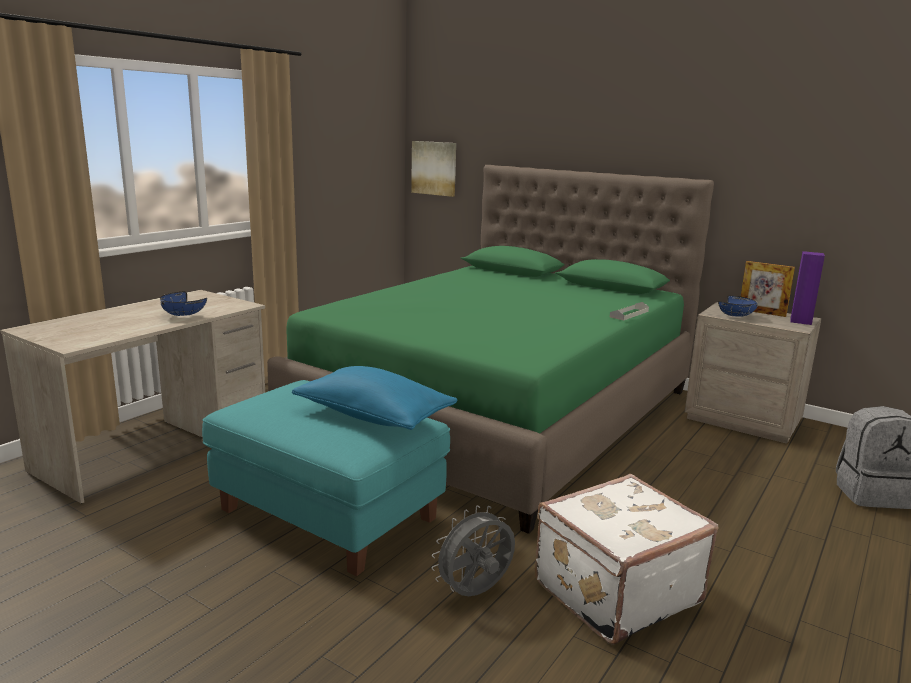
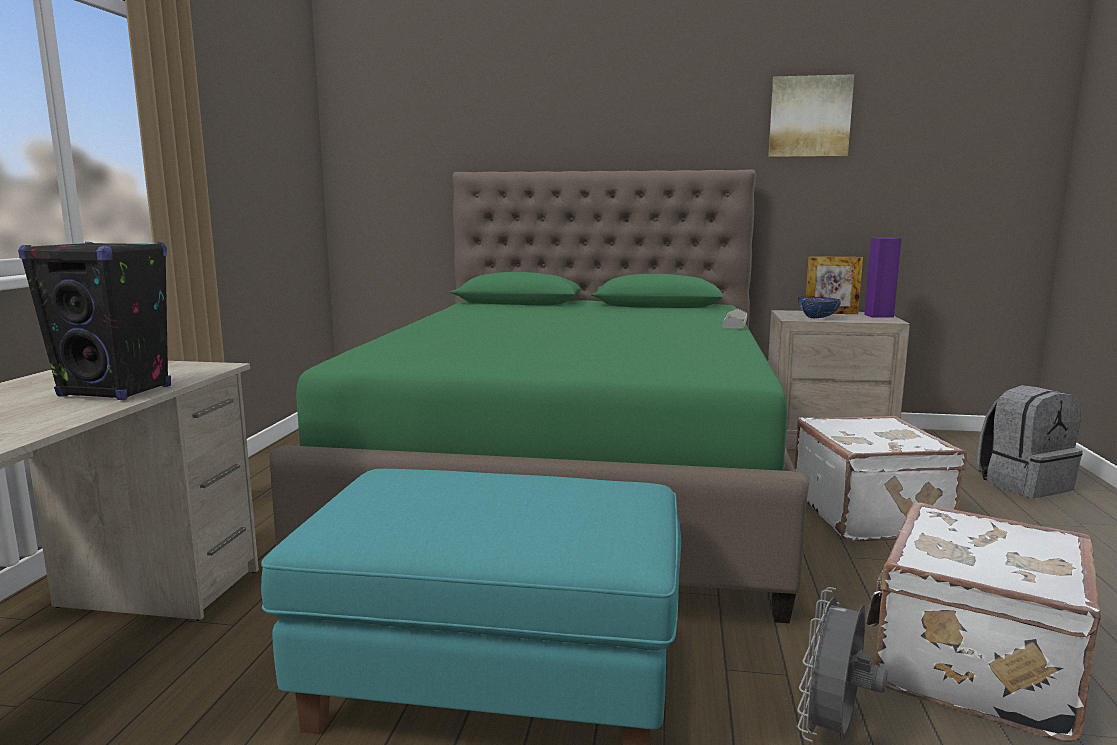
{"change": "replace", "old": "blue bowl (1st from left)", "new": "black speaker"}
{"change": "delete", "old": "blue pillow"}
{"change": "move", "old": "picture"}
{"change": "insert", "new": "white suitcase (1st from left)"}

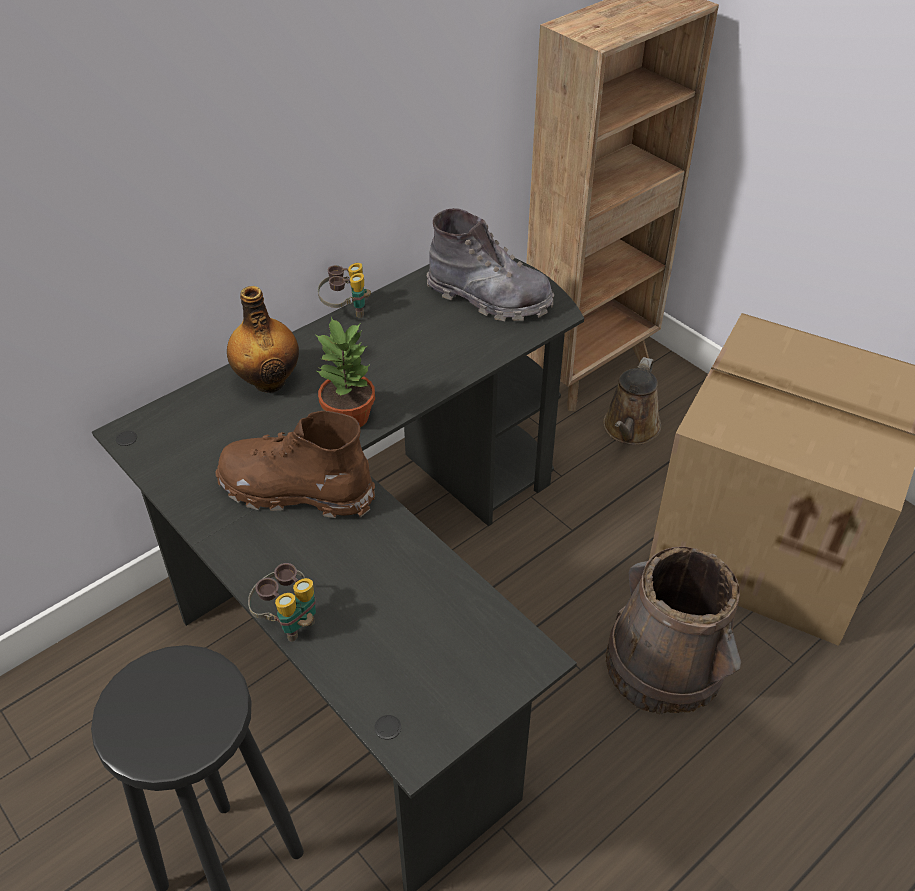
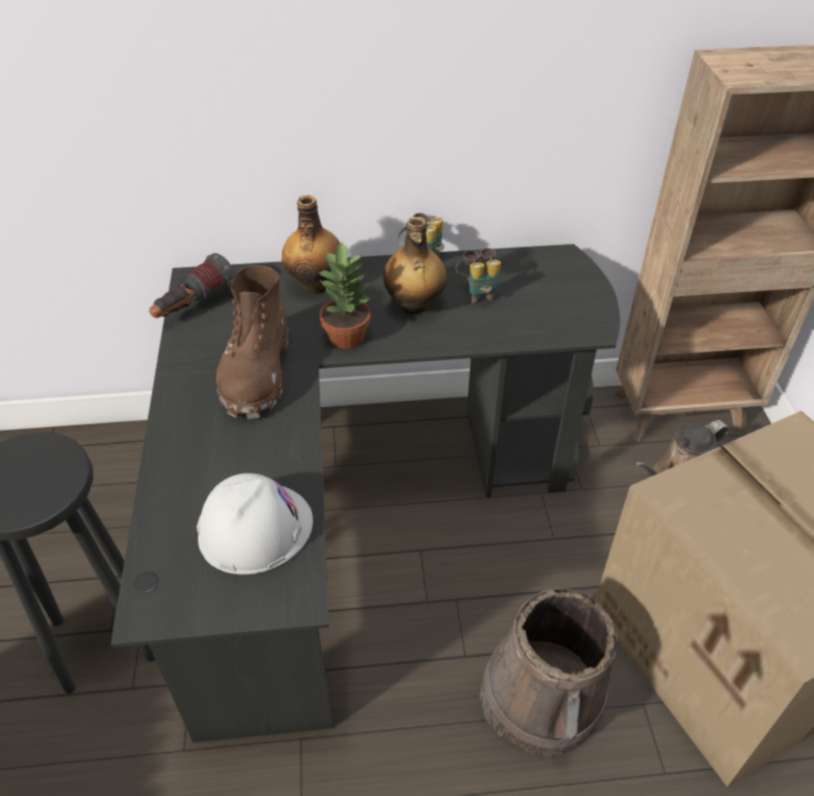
{"change": "rotate", "old": "brown boot", "degrees": -135}
{"change": "move", "old": "binoculars (1st from left in the first image)", "new": "binoculars (2nd from left)"}
{"change": "delete", "old": "grey boot"}
{"change": "insert", "new": "flashlight"}
{"change": "insert", "new": "white hard hat"}
{"change": "insert", "new": "bottle (2nd from left)"}

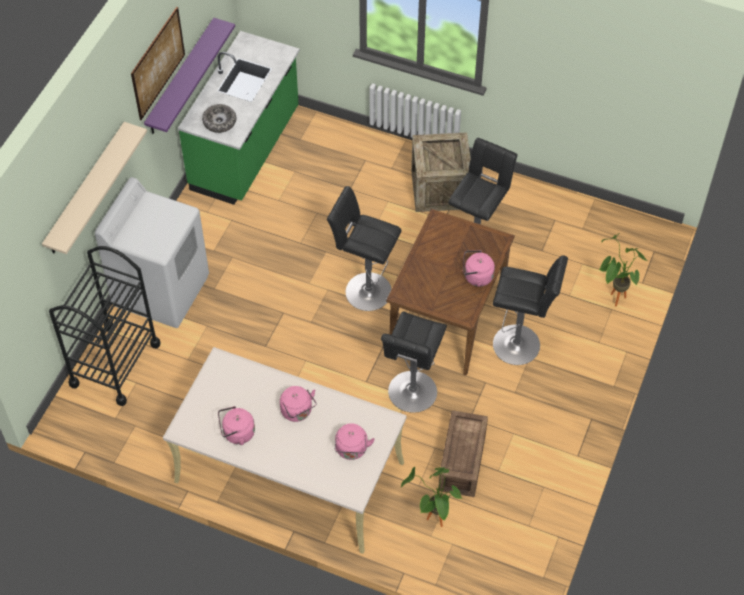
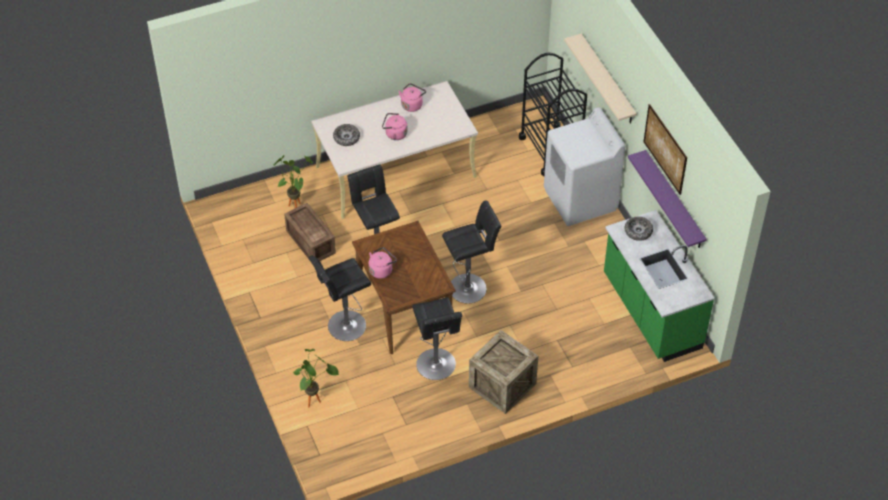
{"change": "replace", "old": "pink kettle (3rd from left)", "new": "bowl (1st from left)"}

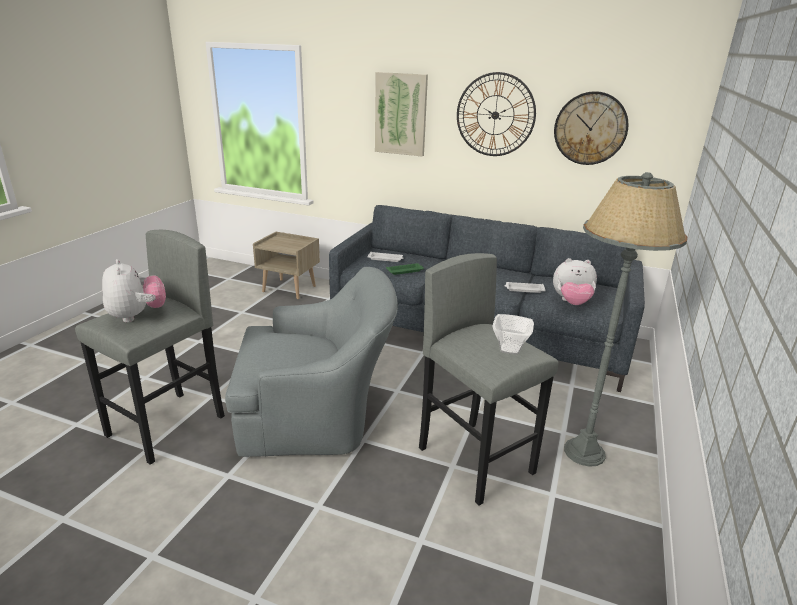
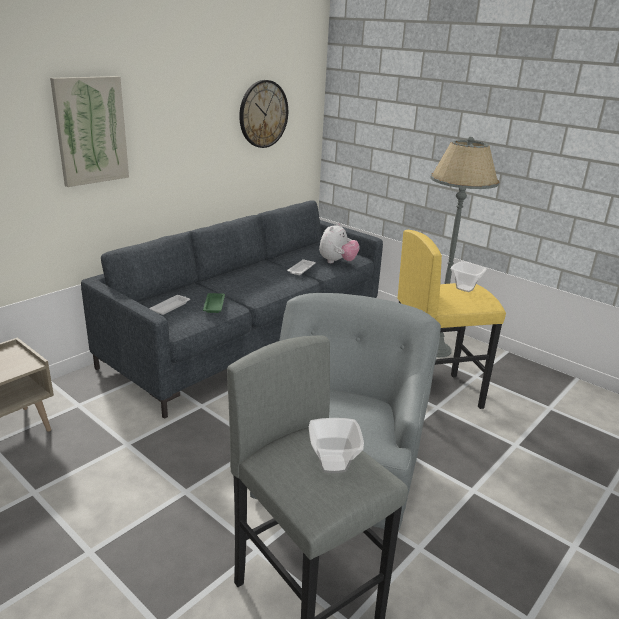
{"change": "replace", "old": "plush toy (1st from left)", "new": "bowl (1st from left)"}
{"change": "recolor", "old": "grey stool (2nd from left)", "new": "yellow stool"}
{"change": "delete", "old": "wall clock (1st from left)"}

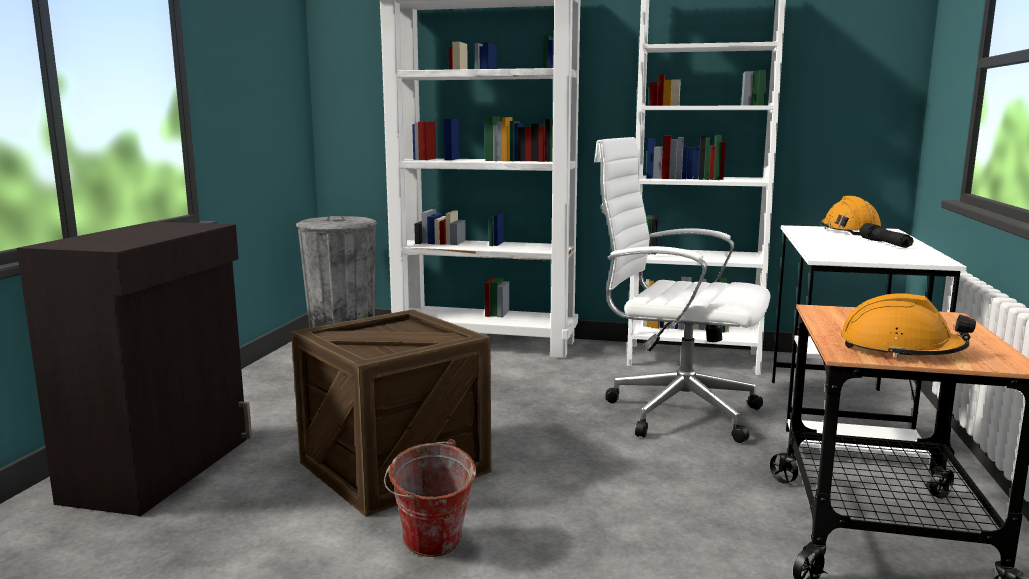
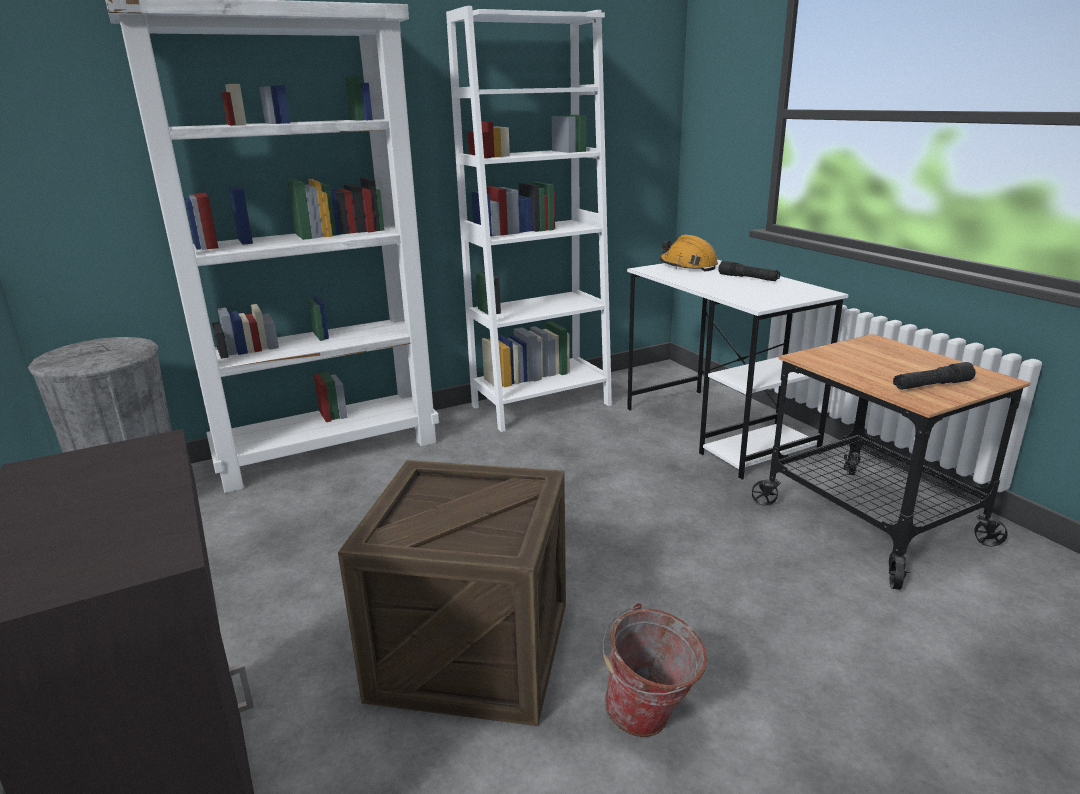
{"change": "delete", "old": "white office chair"}
{"change": "replace", "old": "orange hard hat (2nd from left)", "new": "black flashlight (2nd from left)"}

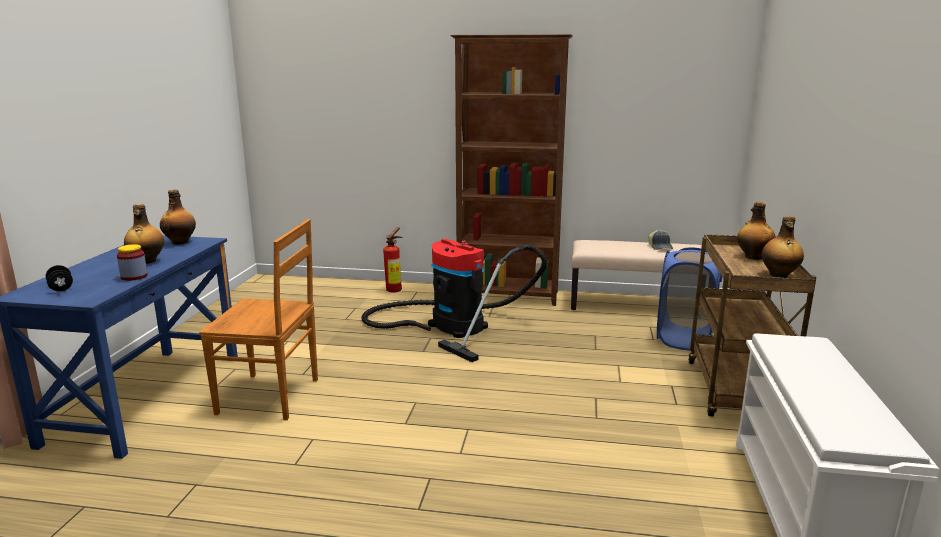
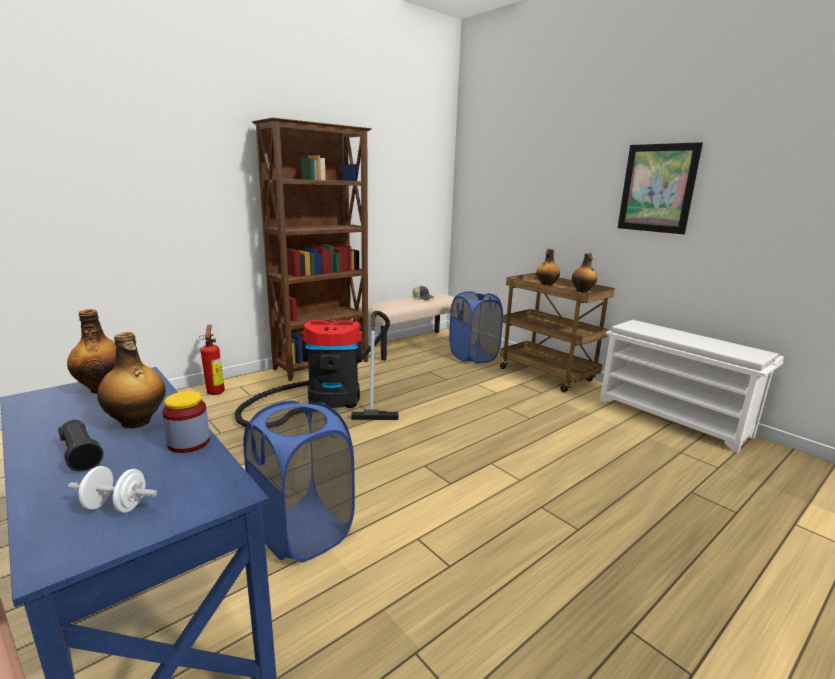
{"change": "recolor", "old": "black dumbbell", "new": "white dumbbell"}
{"change": "replace", "old": "brown chair", "new": "blue laundry basket (1st from left)"}
{"change": "insert", "new": "black flashlight"}
{"change": "insert", "new": "picture"}

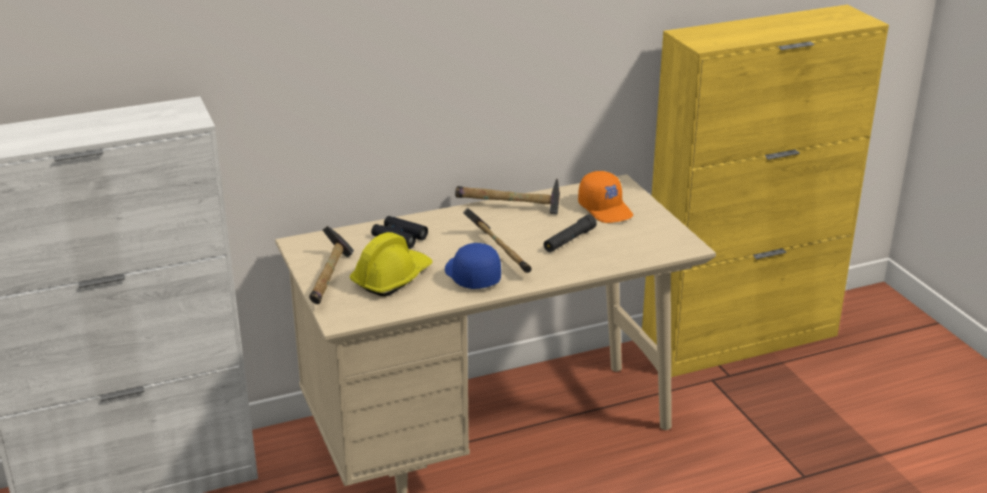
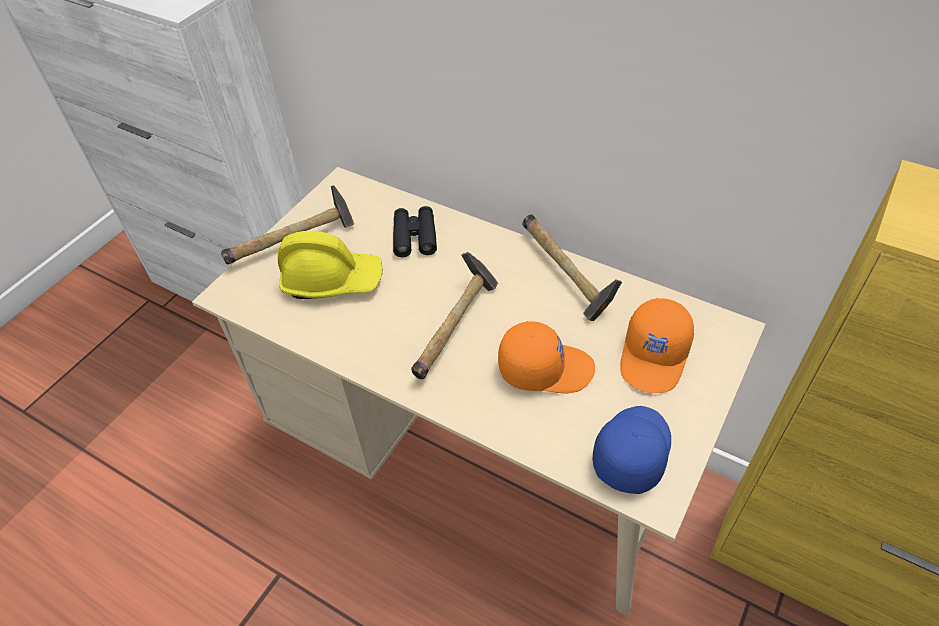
{"change": "move", "old": "blue cap"}
{"change": "replace", "old": "black flashlight", "new": "orange cap (1st from left)"}

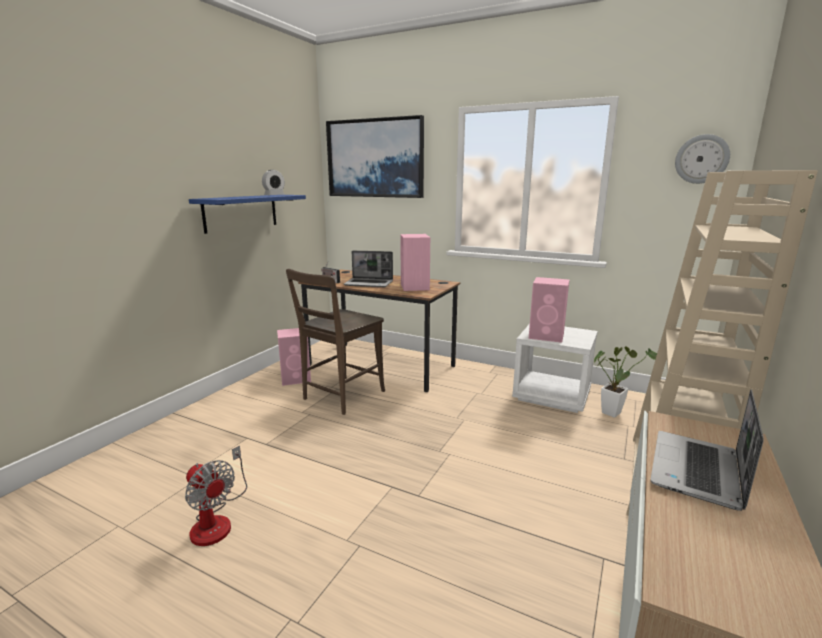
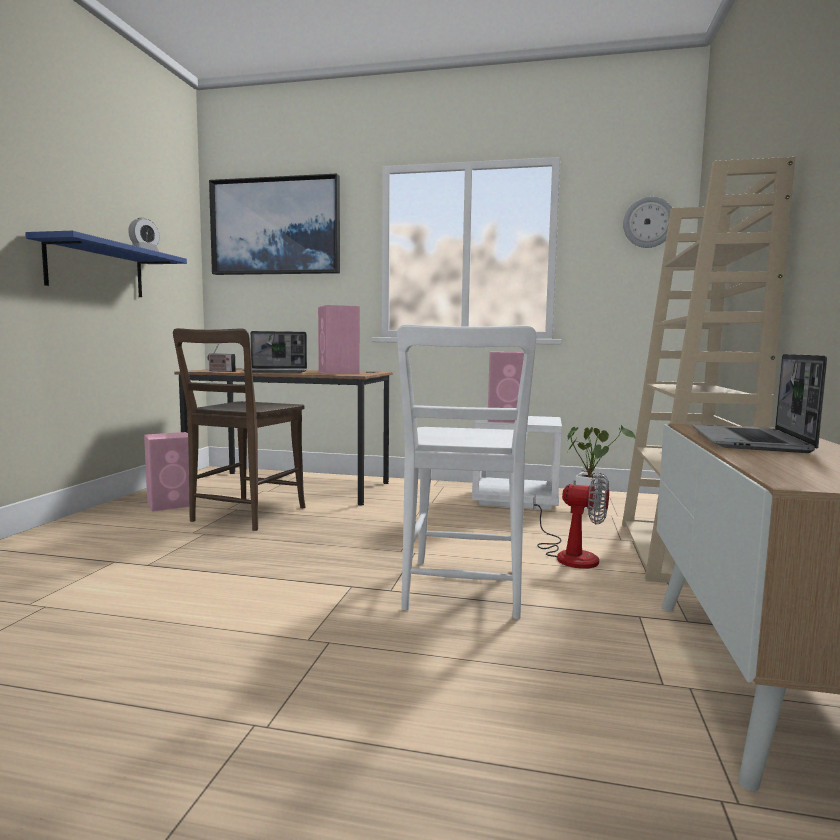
{"change": "move", "old": "fan"}
{"change": "insert", "new": "white chair"}

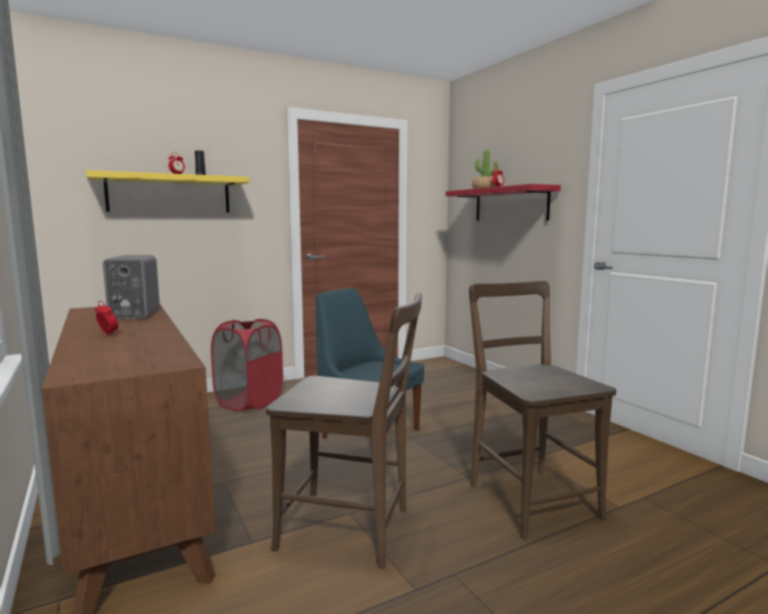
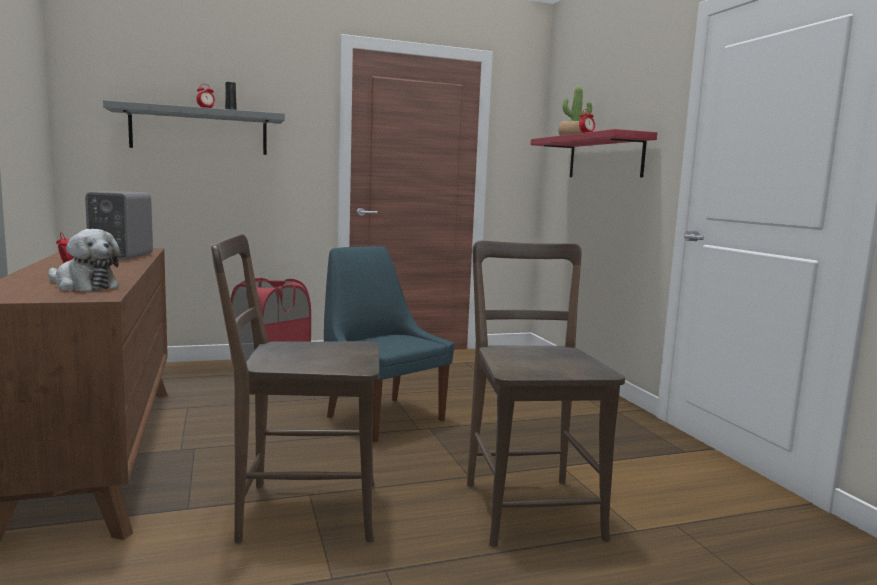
{"change": "recolor", "old": "yellow shelf", "new": "grey shelf"}
{"change": "rotate", "old": "brown chair (1st from left)", "degrees": 150}
{"change": "insert", "new": "plush toy"}

